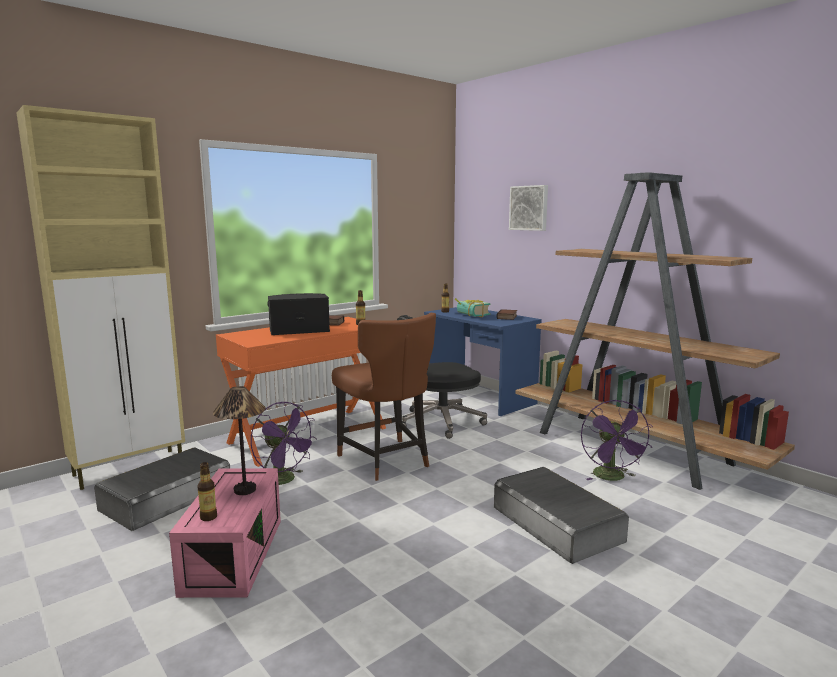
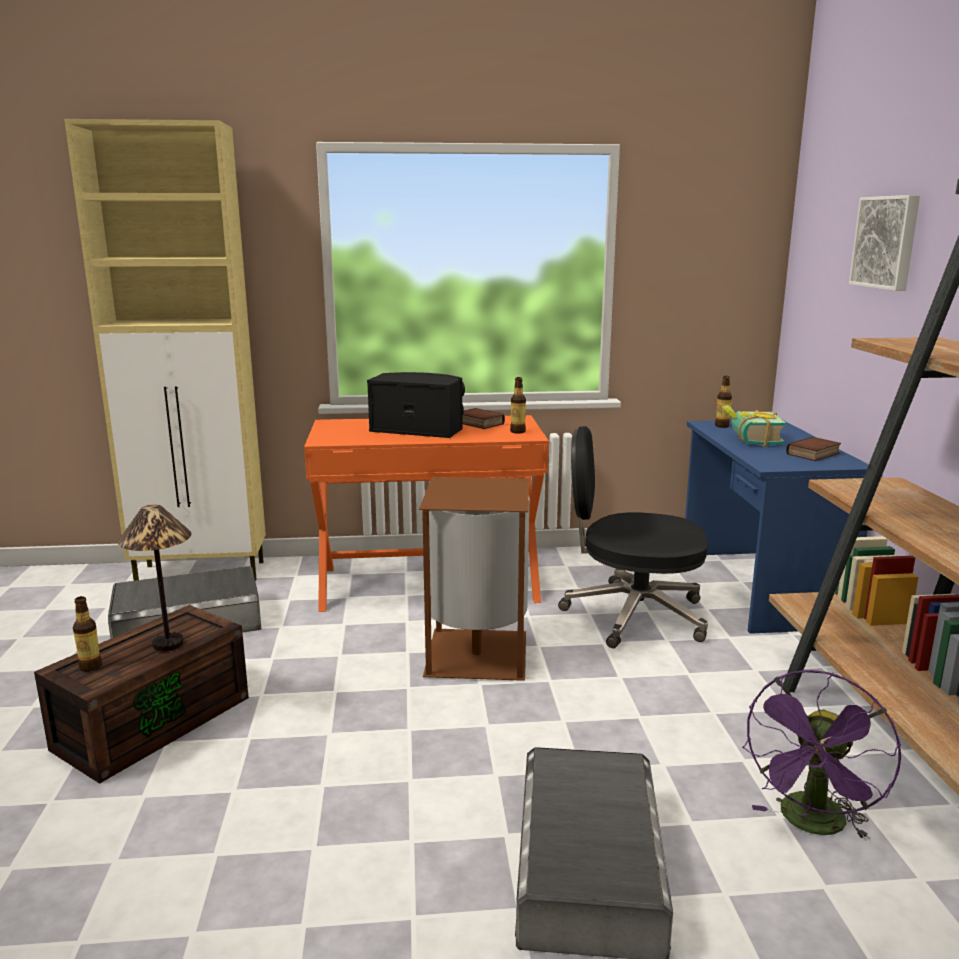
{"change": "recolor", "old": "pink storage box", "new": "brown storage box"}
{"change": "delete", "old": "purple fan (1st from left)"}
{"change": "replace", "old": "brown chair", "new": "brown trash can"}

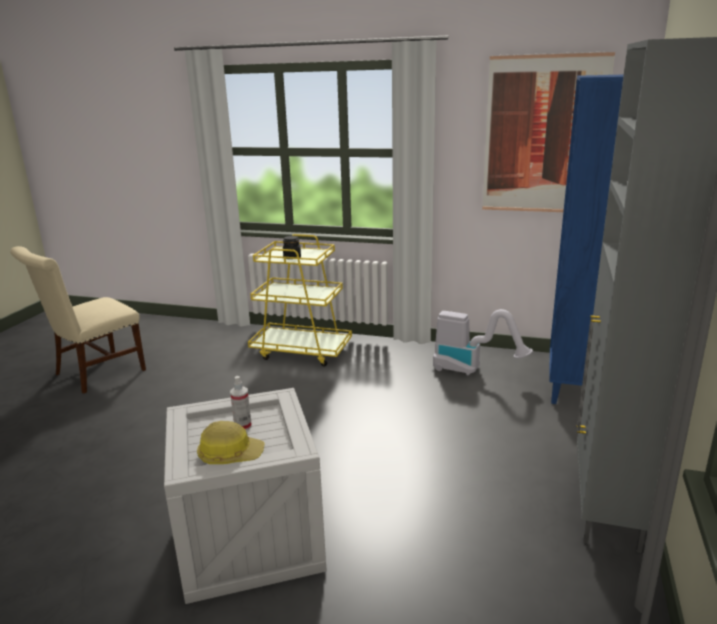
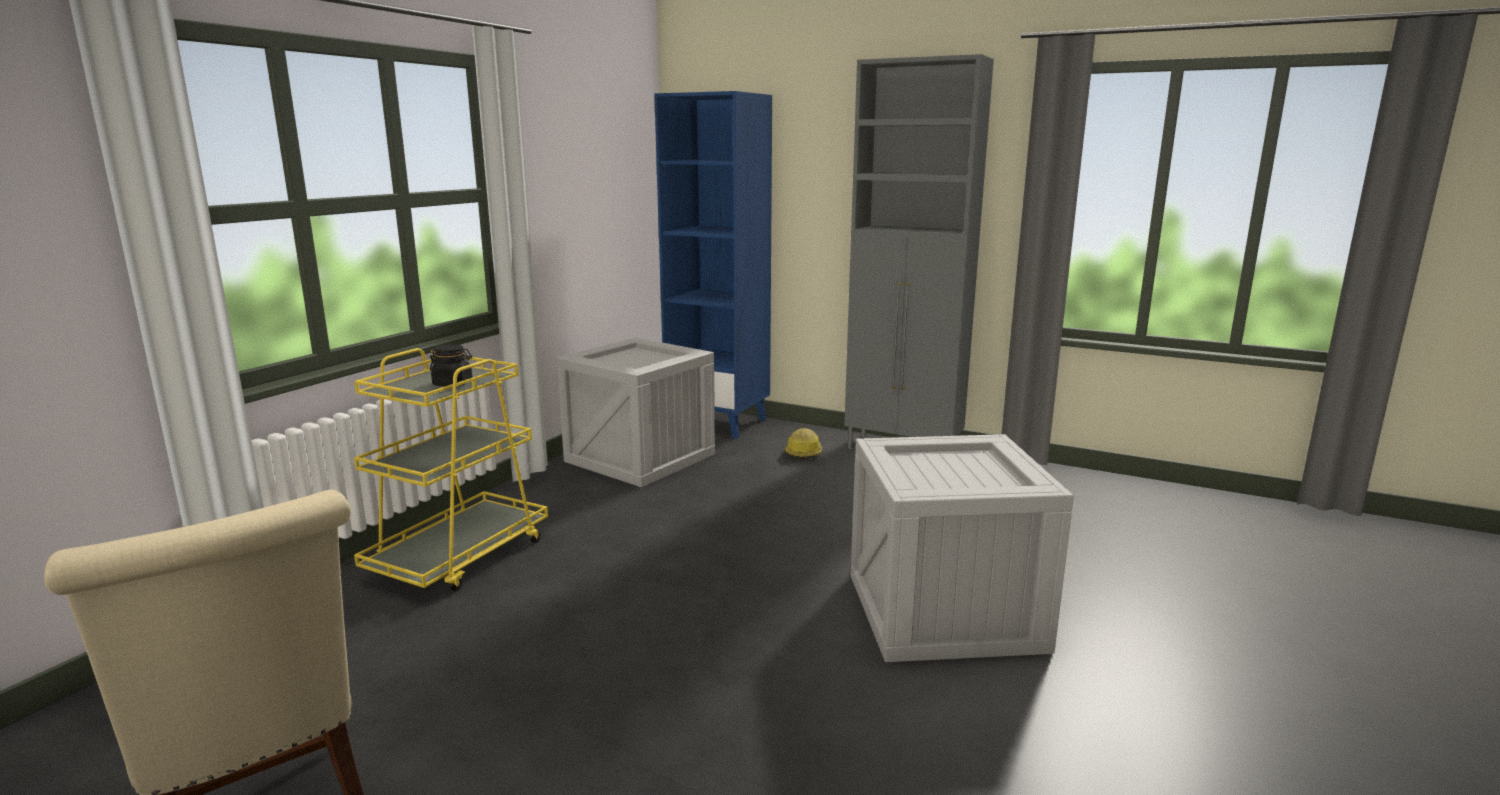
{"change": "move", "old": "hard hat"}
{"change": "delete", "old": "spray bottle"}
{"change": "replace", "old": "vacuum cleaner", "new": "crate (1st from left)"}
{"change": "delete", "old": "picture"}

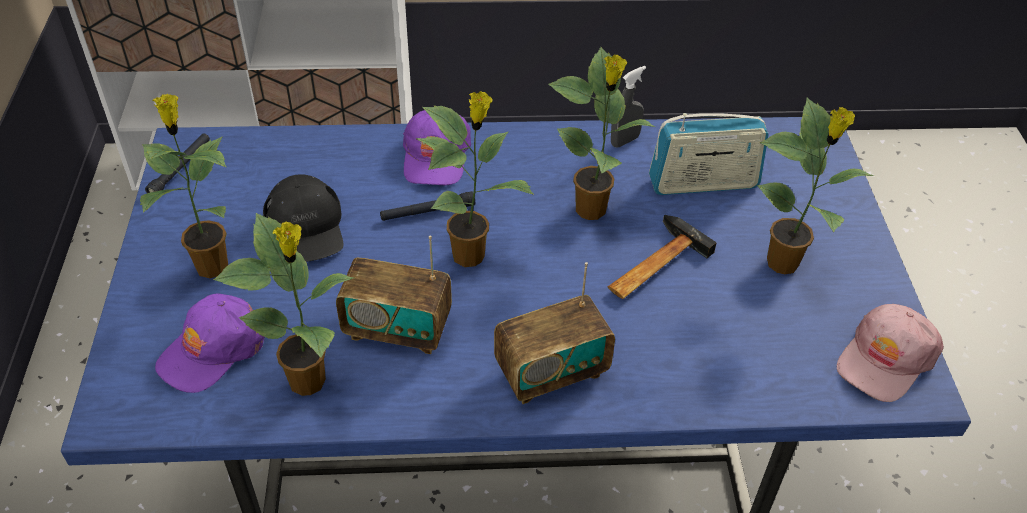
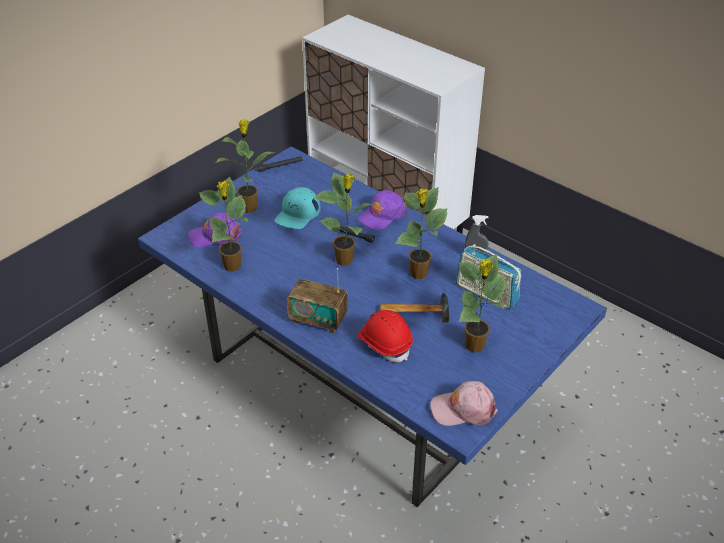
{"change": "recolor", "old": "black cap", "new": "turquoise cap"}
{"change": "delete", "old": "radio (1st from left)"}
{"change": "insert", "new": "red hard hat"}

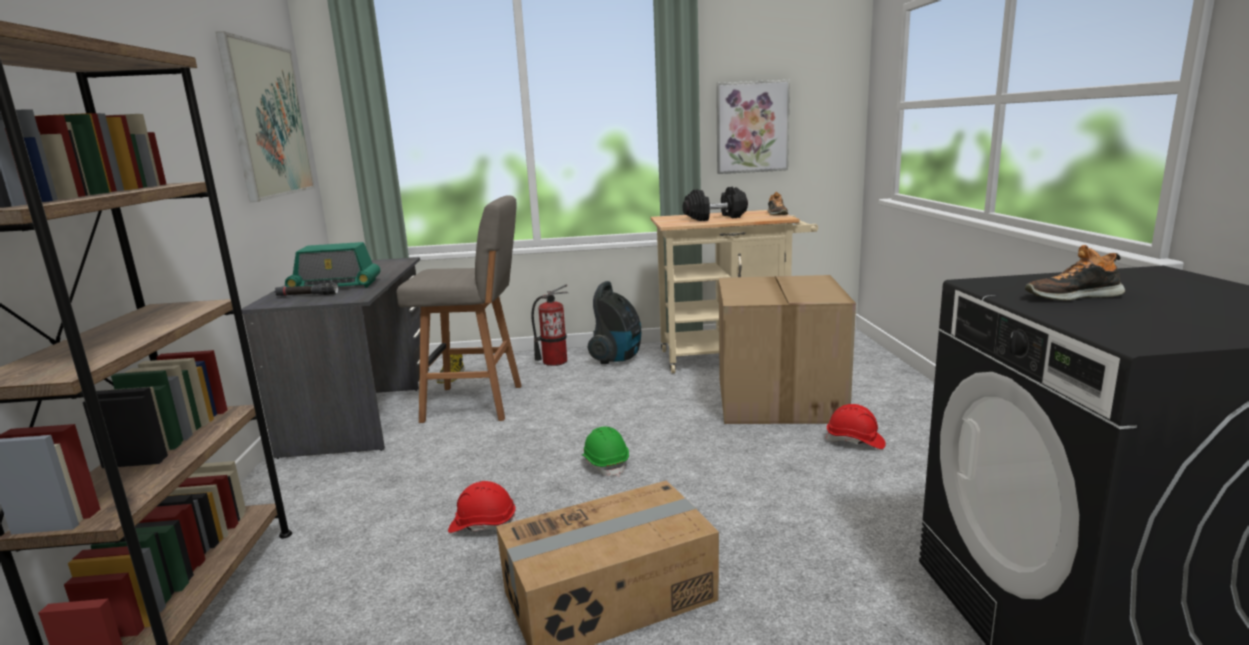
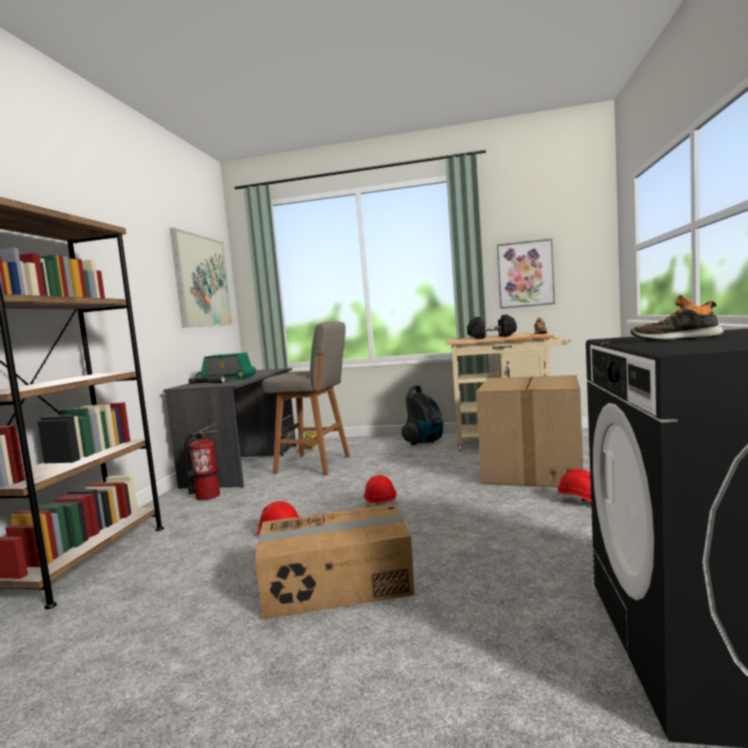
{"change": "move", "old": "fire extinguisher"}
{"change": "recolor", "old": "green hard hat", "new": "red hard hat (2nd from left)"}

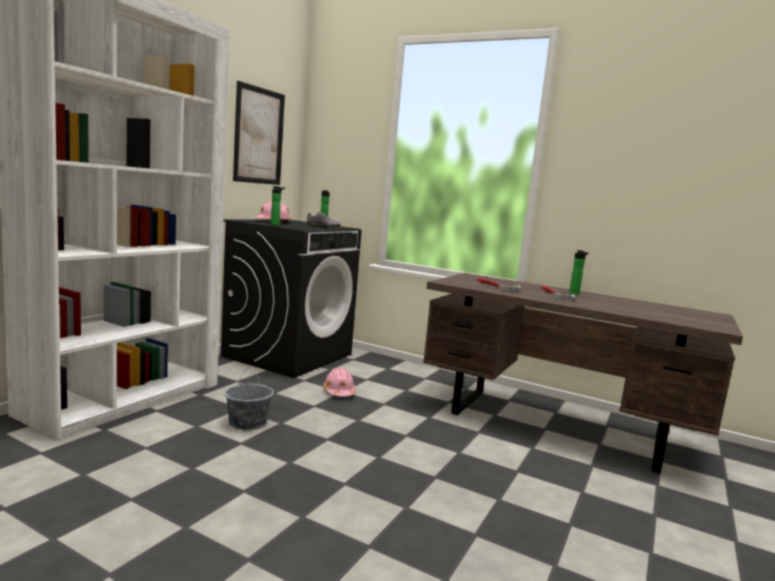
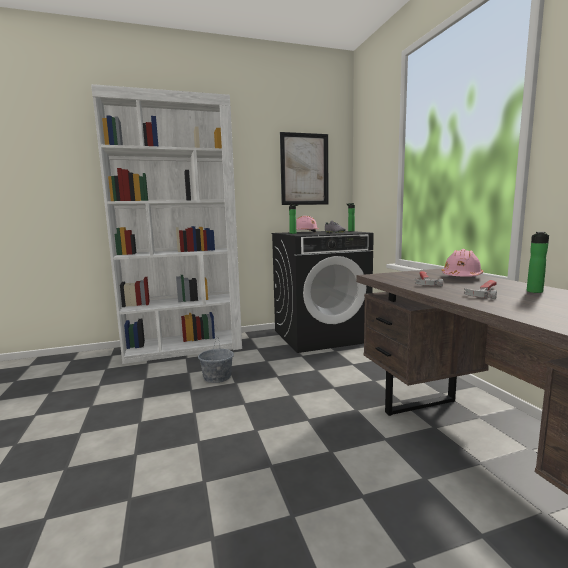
{"change": "move", "old": "pink hard hat (2nd from left)"}

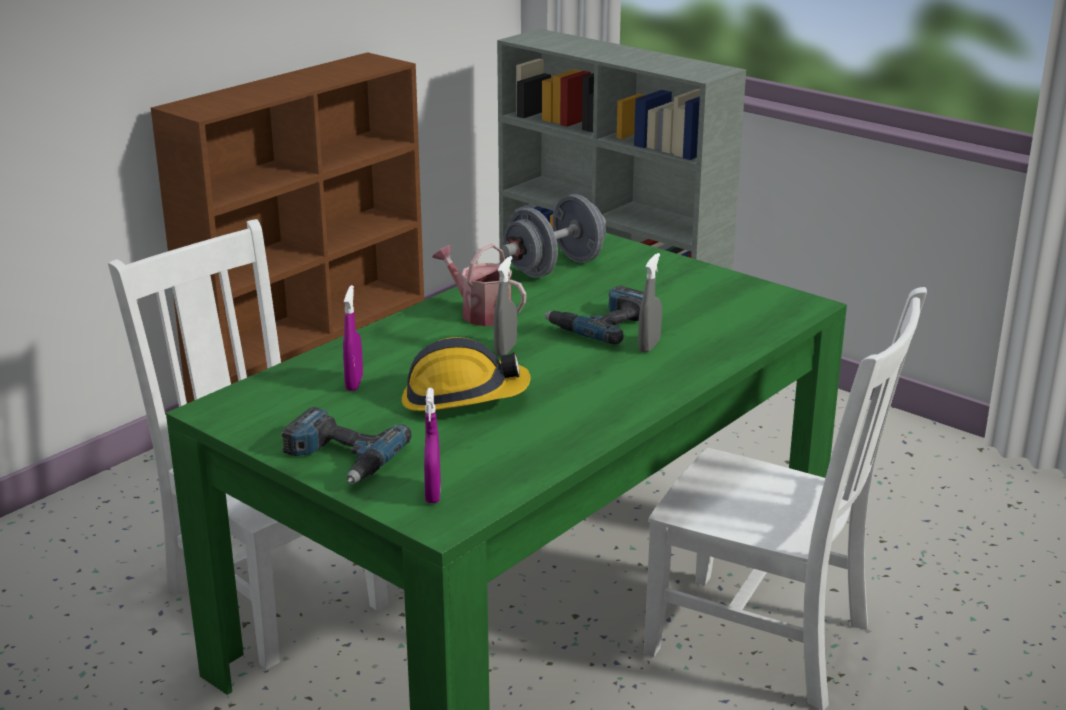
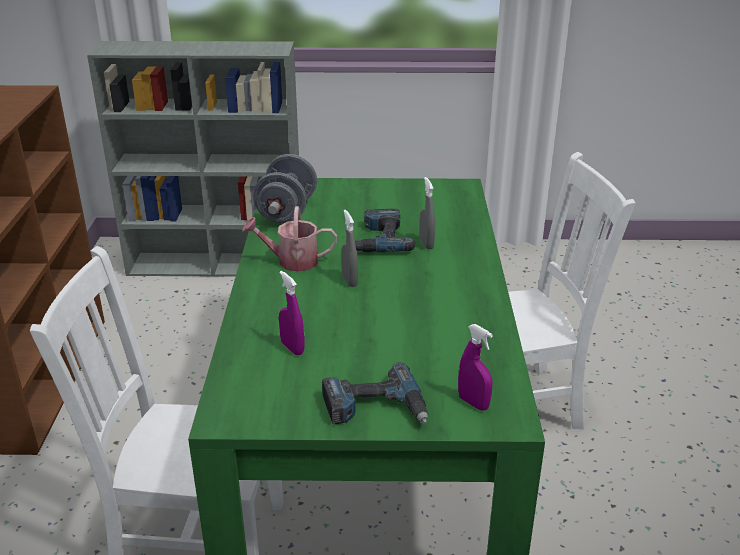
{"change": "delete", "old": "hard hat"}

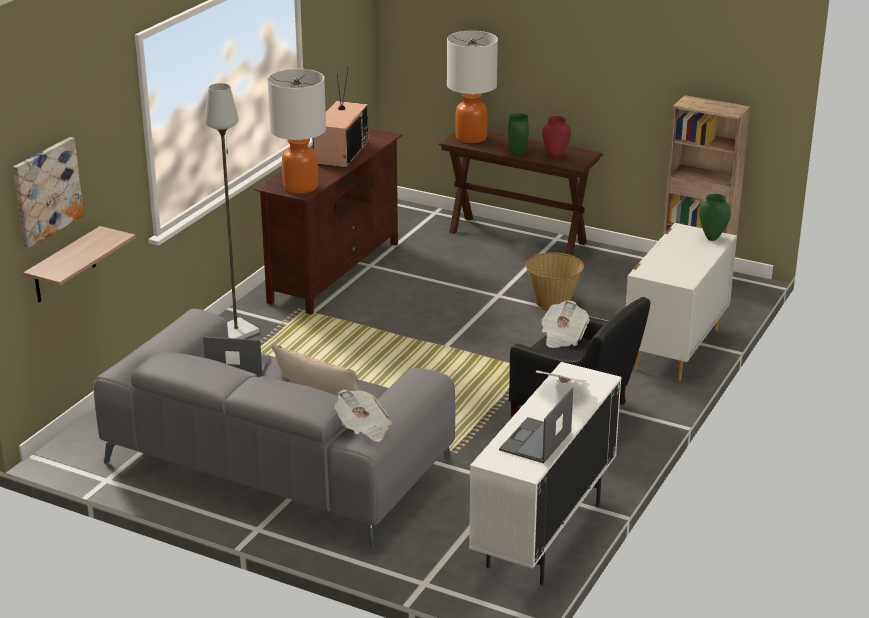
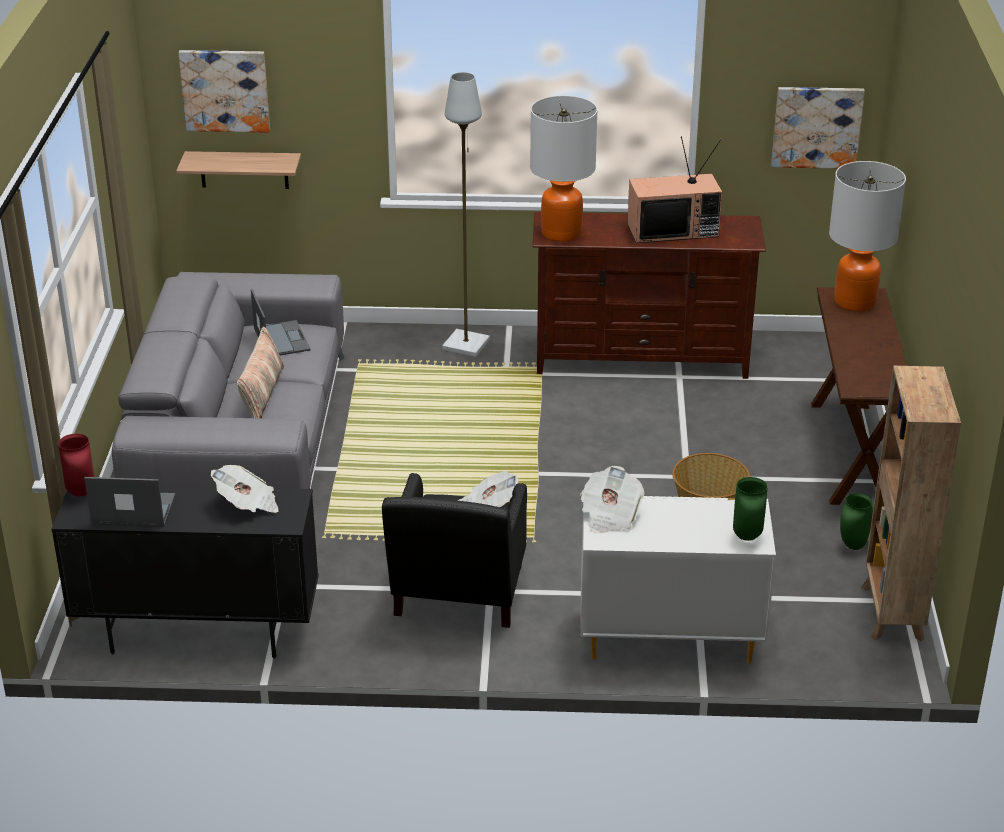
{"change": "move", "old": "newspaper (1st from left in the first image)", "new": "newspaper (3rd from left)"}
{"change": "recolor", "old": "white cabinet", "new": "black cabinet"}
{"change": "move", "old": "green vase (1st from left in the first image)", "new": "green vase (2nd from left)"}
{"change": "move", "old": "red vase"}
{"change": "insert", "new": "picture (2nd from left)"}

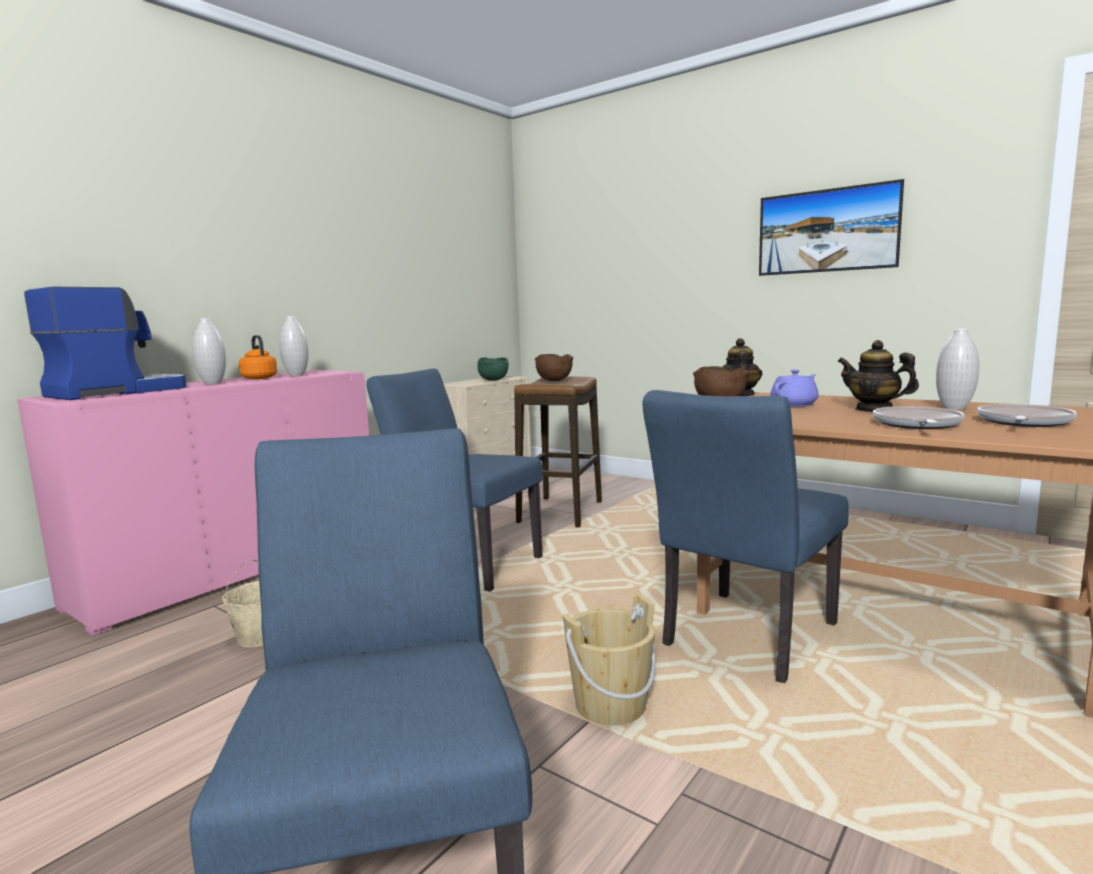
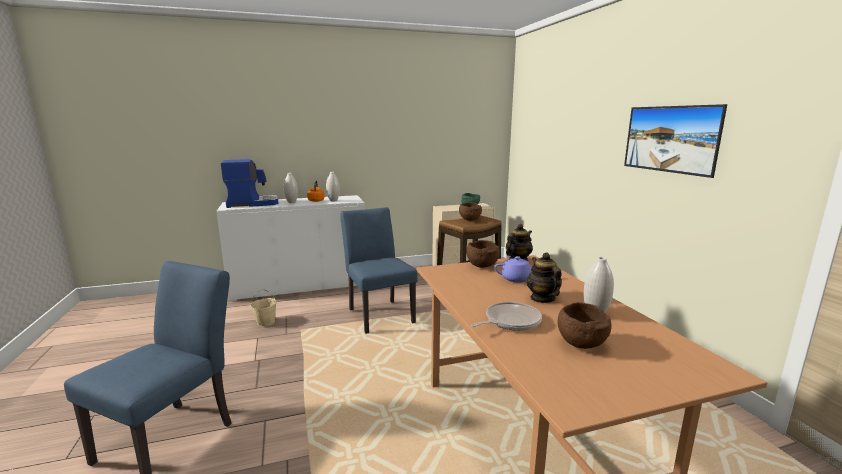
{"change": "recolor", "old": "pink cabinet", "new": "white cabinet"}
{"change": "delete", "old": "beige bucket (2nd from left)"}
{"change": "delete", "old": "blue chair (3rd from left)"}
{"change": "replace", "old": "frying pan (2nd from left)", "new": "brown bowl (3rd from left)"}

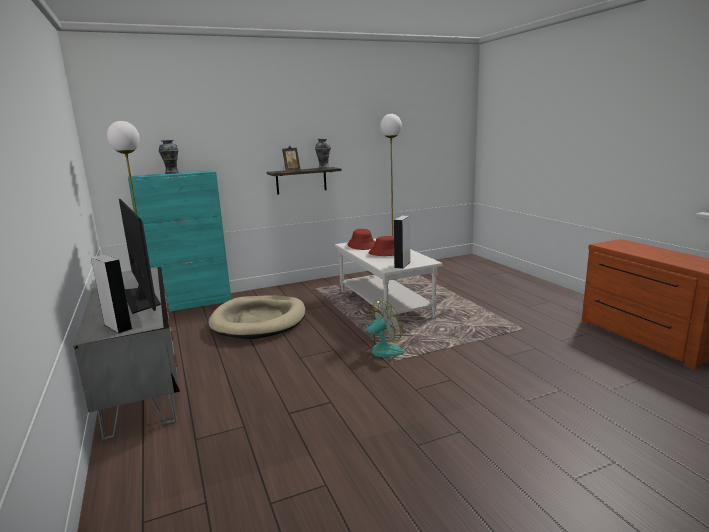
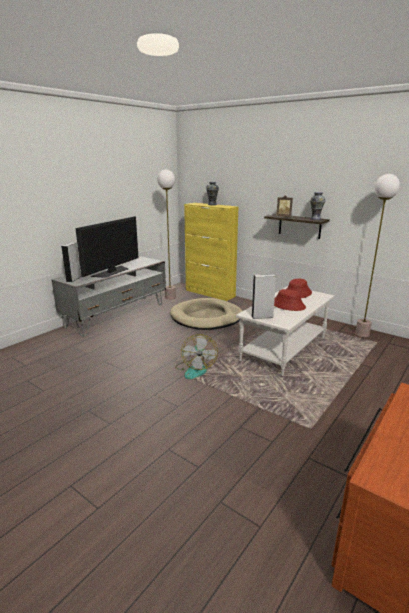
{"change": "recolor", "old": "turquoise cabinet", "new": "yellow cabinet"}
{"change": "rotate", "old": "fan", "degrees": 60}

